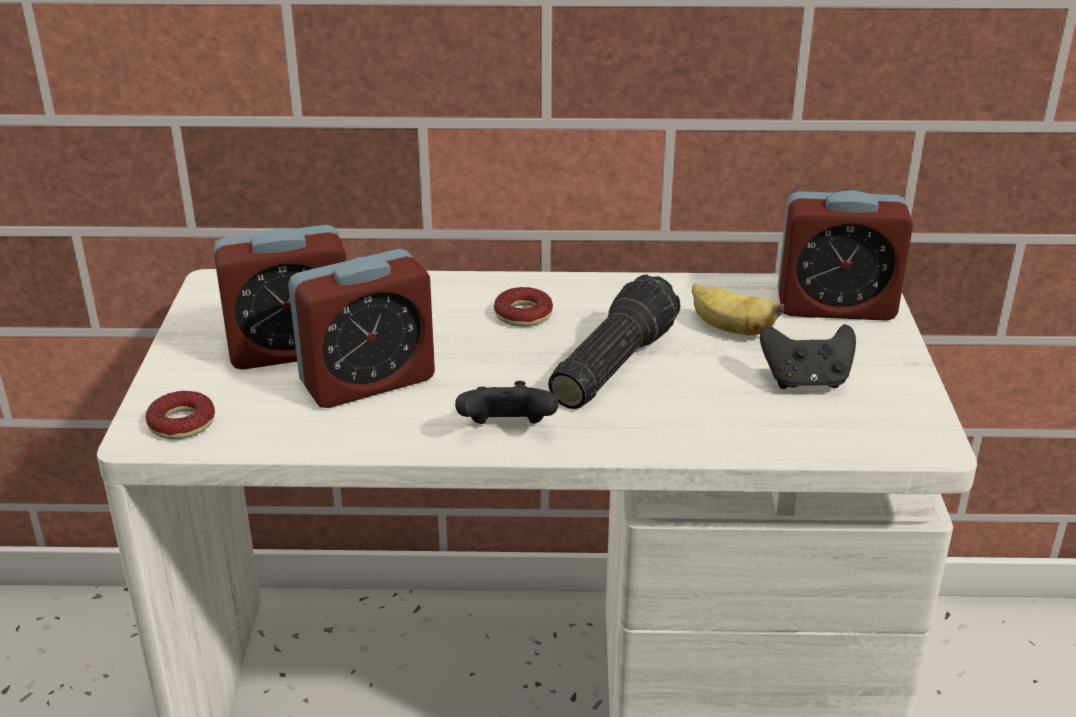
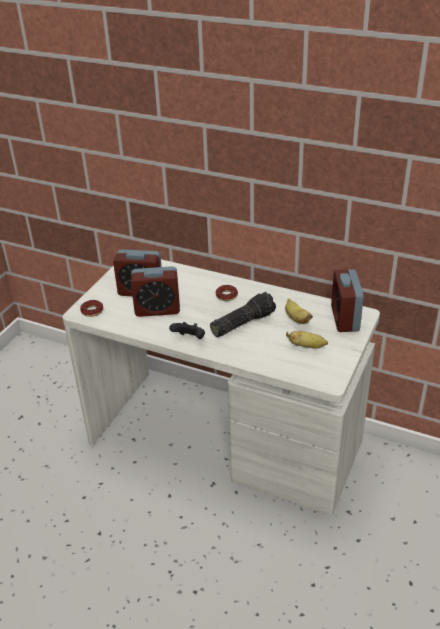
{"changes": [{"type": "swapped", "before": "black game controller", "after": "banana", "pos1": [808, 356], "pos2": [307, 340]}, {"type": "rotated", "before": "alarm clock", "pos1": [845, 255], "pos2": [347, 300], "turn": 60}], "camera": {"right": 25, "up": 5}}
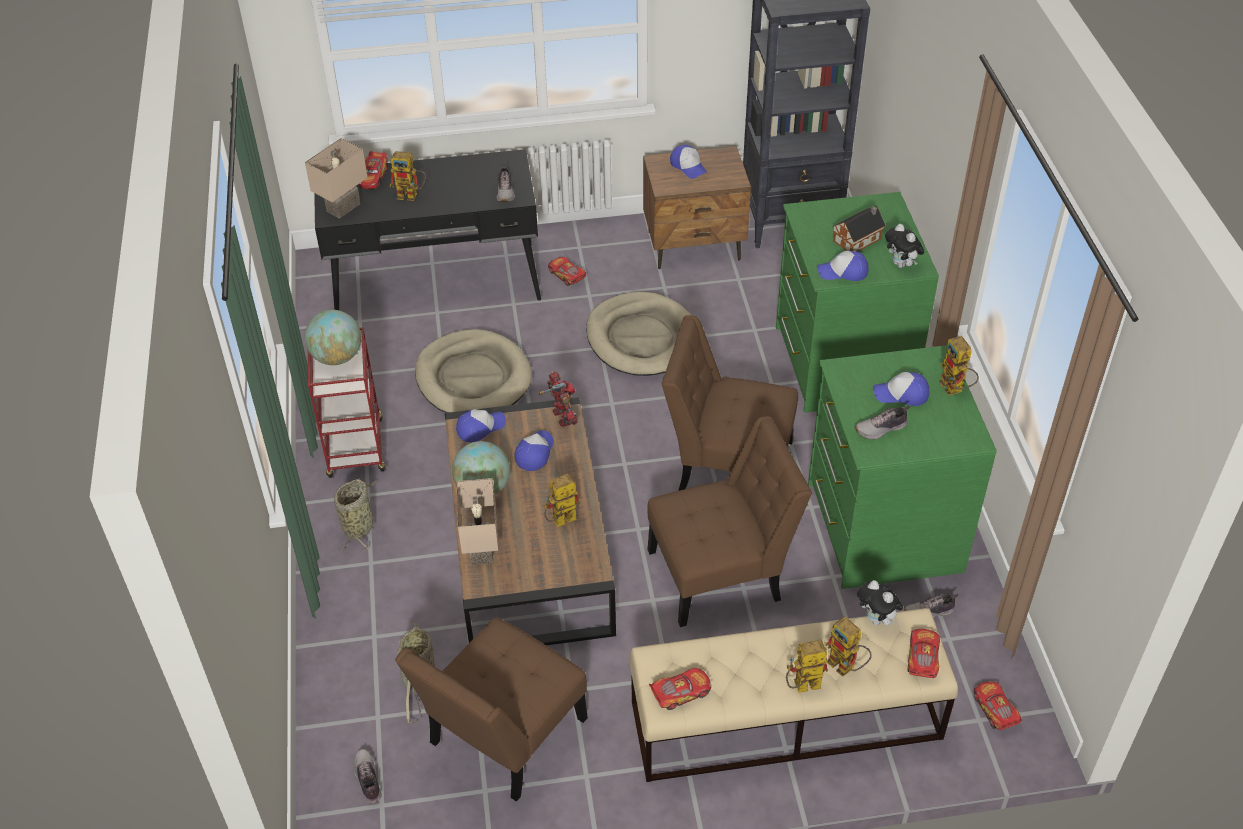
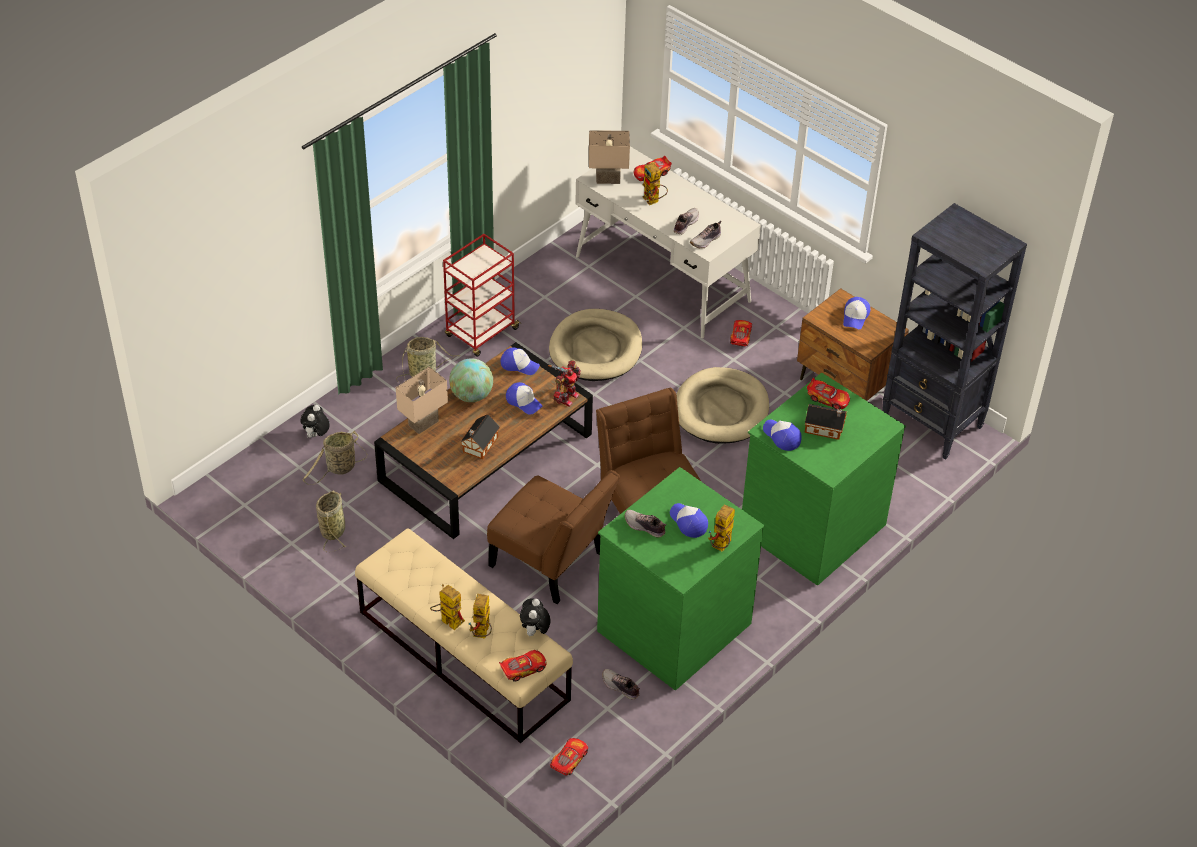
{"changes": [{"type": "gone", "before": "globe", "pos1": [333, 337]}, {"type": "shifted", "before": "shoe", "pos1": [367, 776], "pos2": [686, 221]}, {"type": "shifted", "before": "toy car", "pos1": [680, 689], "pos2": [828, 394]}, {"type": "shifted", "before": "plush toy", "pos1": [904, 246], "pos2": [315, 421]}, {"type": "swapped", "before": "brown chair", "after": "basket", "pos1": [491, 709], "pos2": [331, 521]}, {"type": "swapped", "before": "toy robot", "after": "toy house", "pos1": [561, 500], "pos2": [480, 436]}, {"type": "repainted", "before": "black desk", "after": "white desk", "pos1": [427, 229], "pos2": [668, 242]}, {"type": "rotated", "before": "cap", "pos1": [534, 450], "pos2": [524, 398], "turn": 60}], "camera": {"right": 50, "up": 0}}
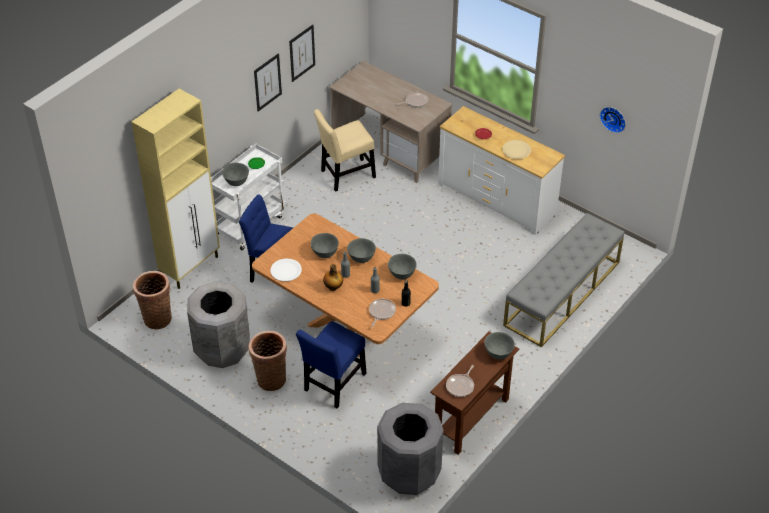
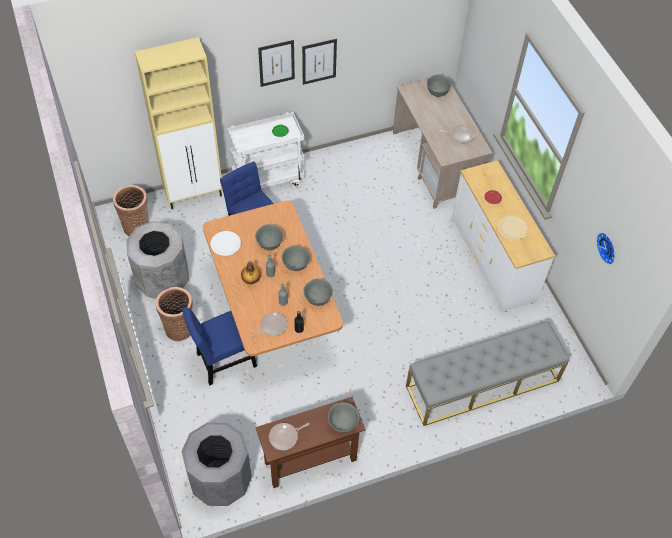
{"changes": [{"type": "gone", "before": "beige chair", "pos1": [345, 150]}, {"type": "shifted", "before": "grey bowl", "pos1": [235, 174], "pos2": [439, 85]}, {"type": "shifted", "before": "picture", "pos1": [302, 53], "pos2": [276, 63]}], "camera": {"right": 30, "up": 10}}
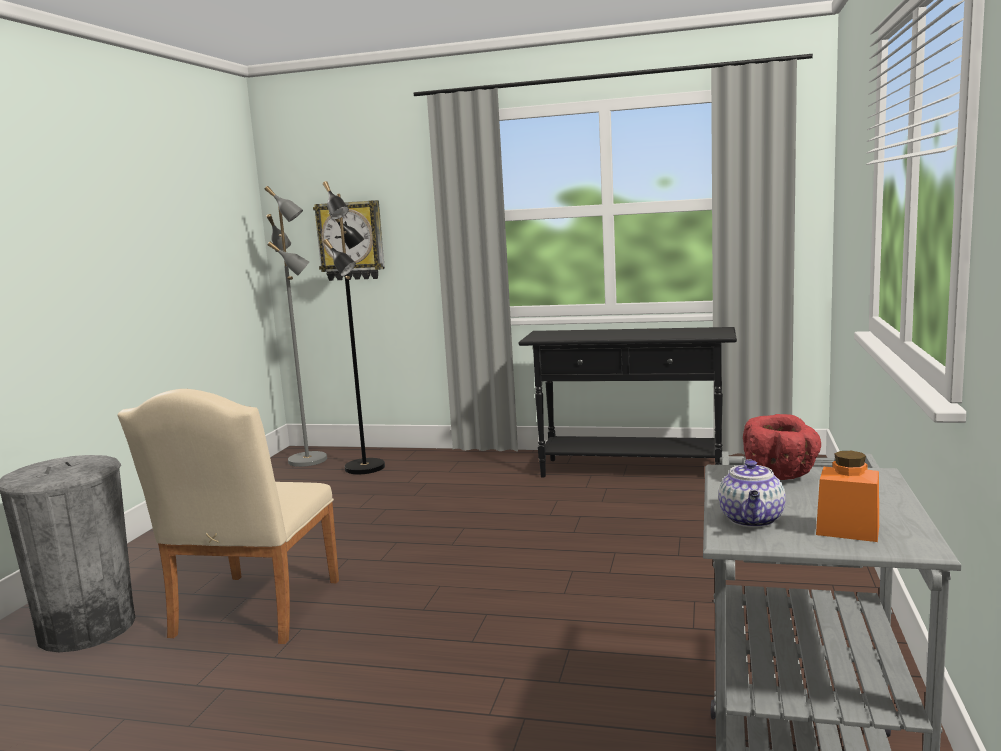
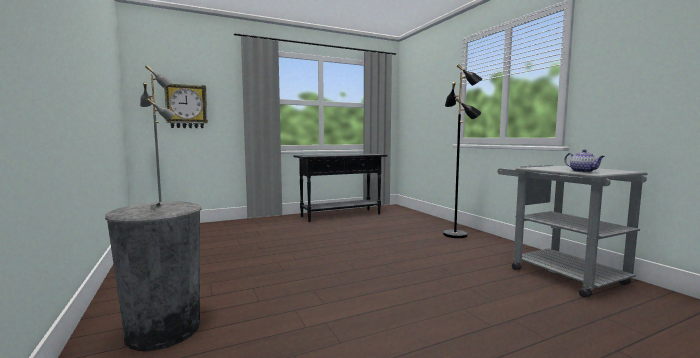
{"changes": [{"type": "gone", "before": "beige chair", "pos1": [228, 516]}, {"type": "gone", "before": "red bowl", "pos1": [782, 447]}, {"type": "gone", "before": "orange jar", "pos1": [847, 496]}, {"type": "shifted", "before": "black floor lamp", "pos1": [354, 327], "pos2": [462, 151]}], "camera": {"right": -40, "up": -5}}
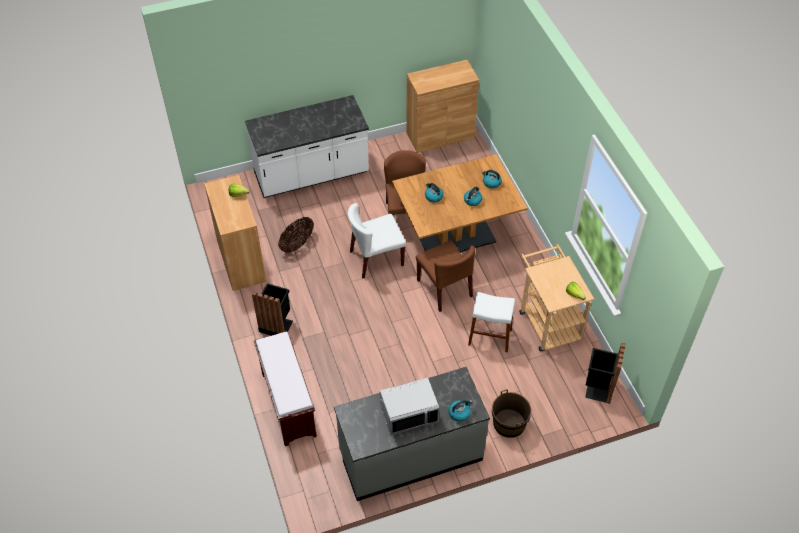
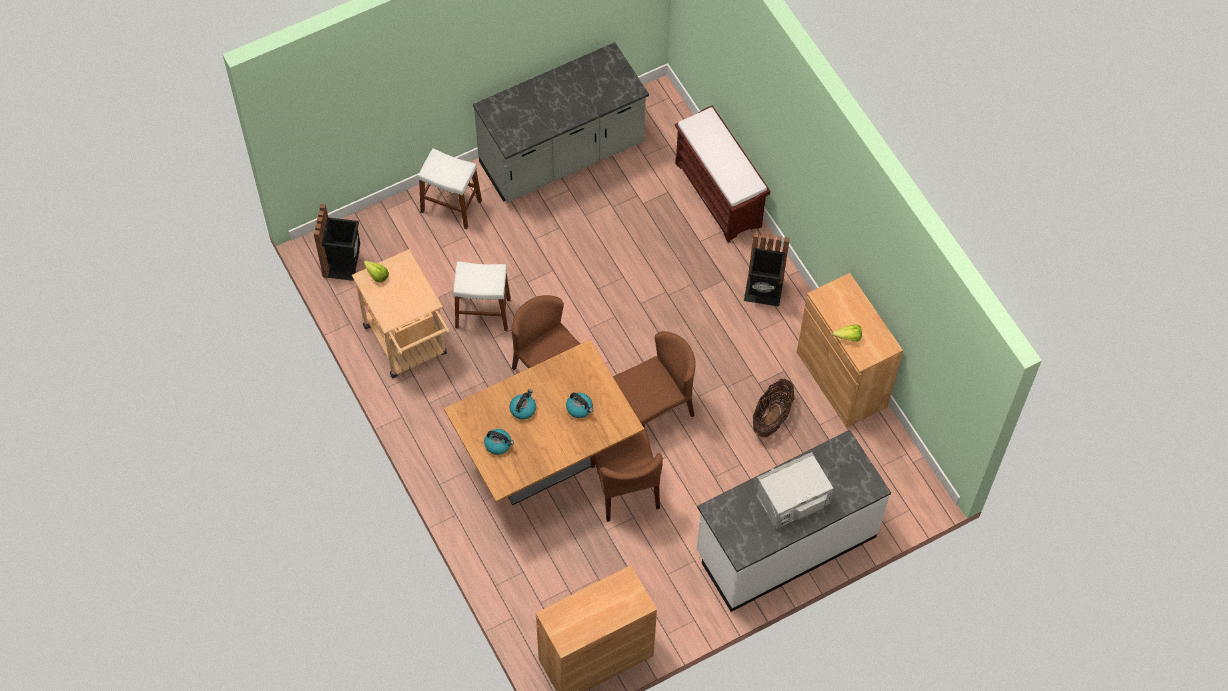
{"changes": [{"type": "gone", "before": "kettle", "pos1": [460, 410]}, {"type": "shifted", "before": "grey microwave", "pos1": [409, 407], "pos2": [794, 490]}, {"type": "swapped", "before": "brown bucket", "after": "white stool", "pos1": [511, 413], "pos2": [450, 189]}, {"type": "repainted", "before": "white chair", "after": "brown chair", "pos1": [377, 240], "pos2": [654, 379]}], "camera": {"right": 170, "up": 10}}
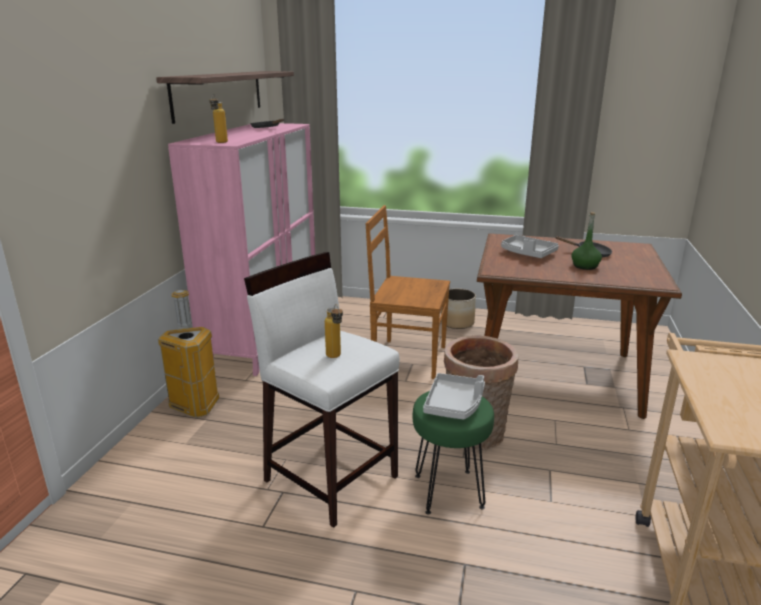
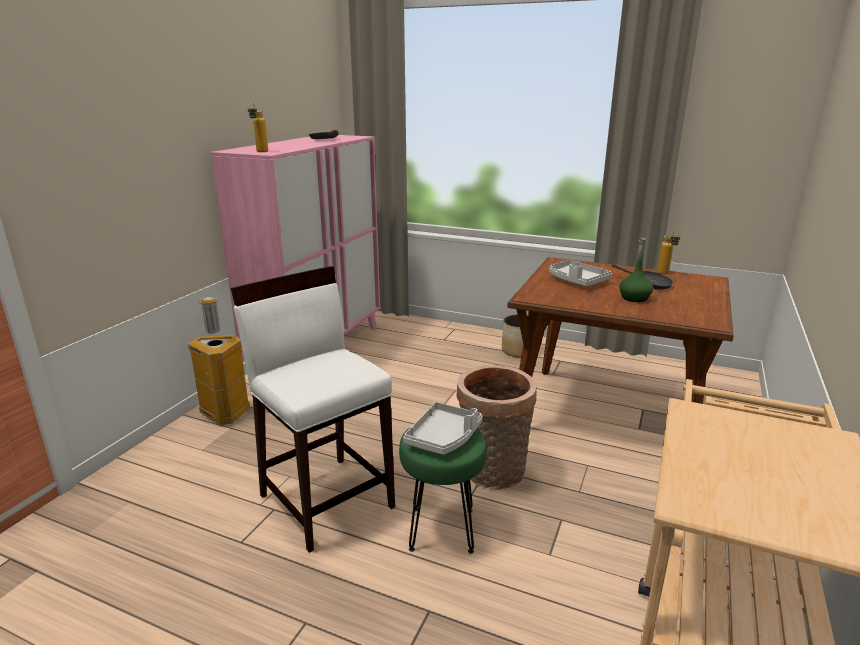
{"changes": [{"type": "gone", "before": "shelf", "pos1": [225, 97]}, {"type": "gone", "before": "brown chair", "pos1": [407, 292]}, {"type": "shifted", "before": "bottle", "pos1": [334, 331], "pos2": [668, 252]}], "camera": {"right": 10, "up": 0}}
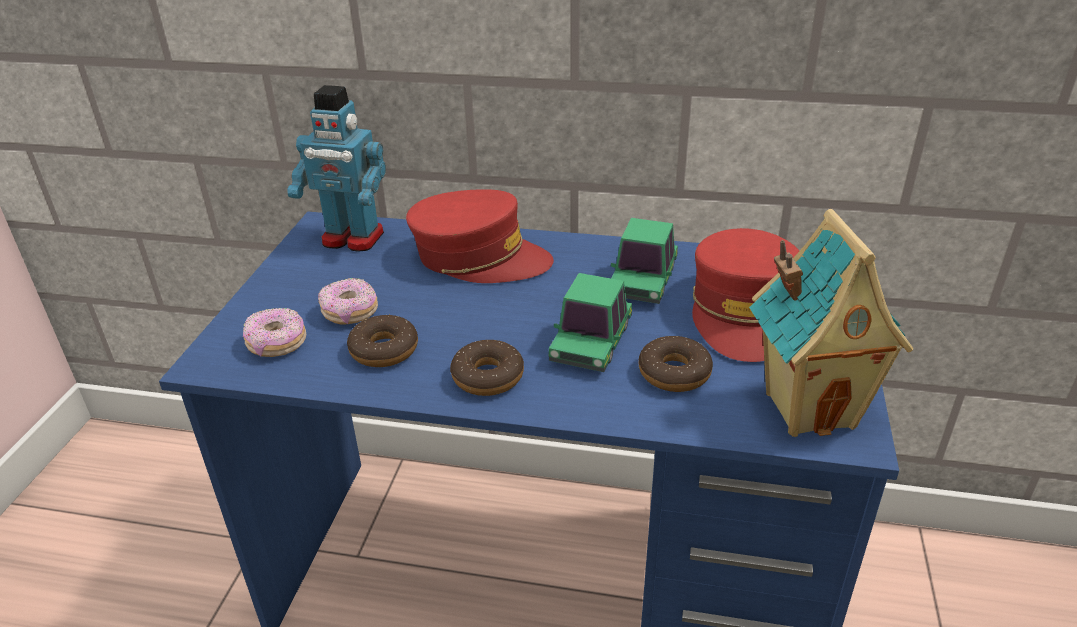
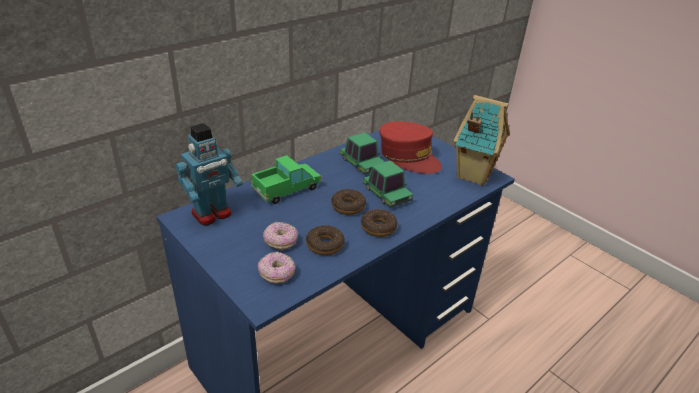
{"changes": [{"type": "shifted", "before": "donut", "pos1": [675, 364], "pos2": [348, 202]}, {"type": "swapped", "before": "red cap", "after": "toy truck", "pos1": [480, 236], "pos2": [286, 179]}], "camera": {"right": -55, "up": 0}}
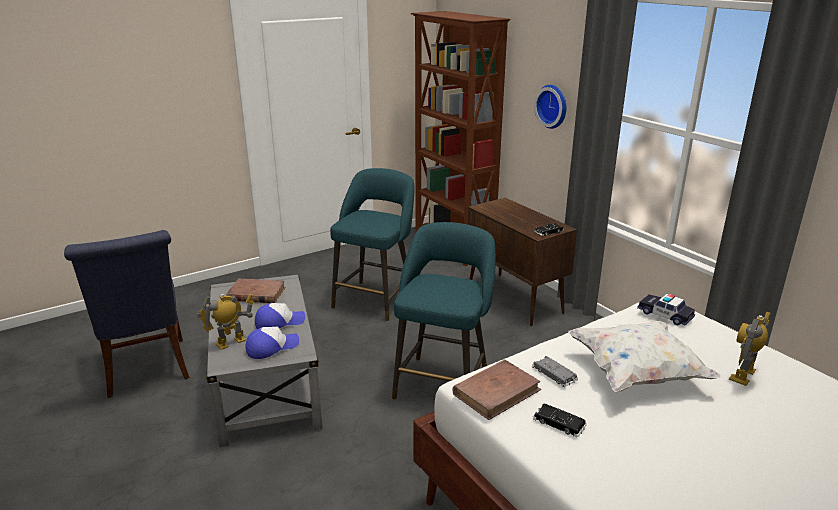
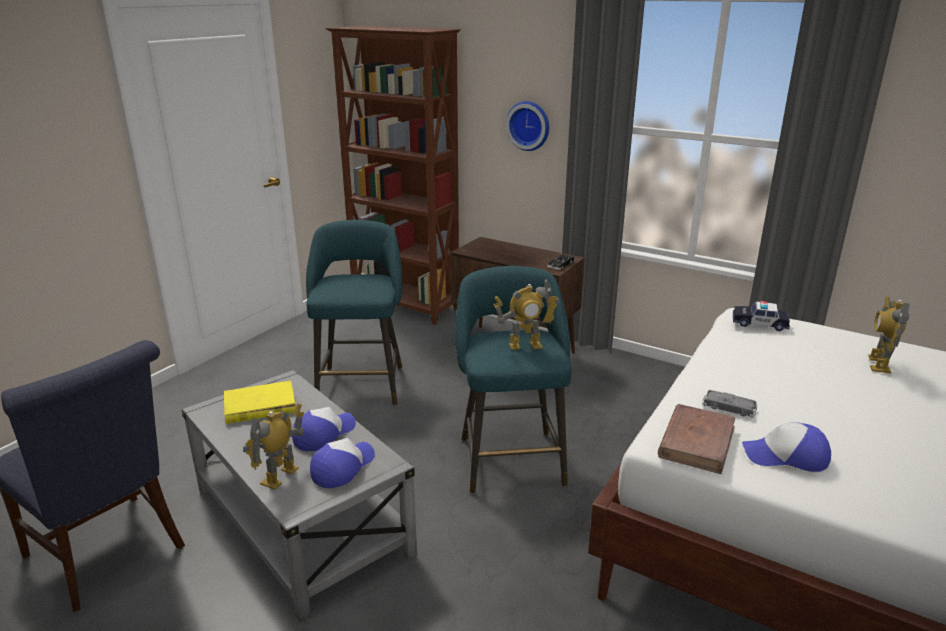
{"changes": [{"type": "gone", "before": "white pillow", "pos1": [644, 356]}, {"type": "new", "after": "toy robot", "pos2": [527, 314]}, {"type": "swapped", "before": "black toy car", "after": "cap", "pos1": [560, 420], "pos2": [786, 447]}, {"type": "repainted", "before": "brown book", "after": "yellow book", "pos1": [255, 290], "pos2": [260, 402]}], "camera": {"right": -25, "up": 0}}
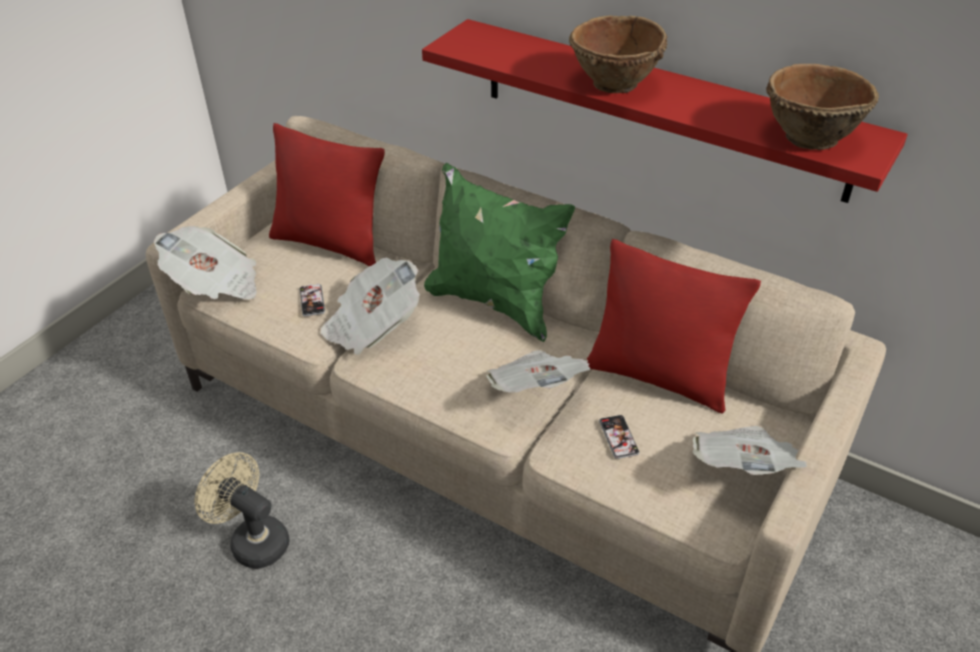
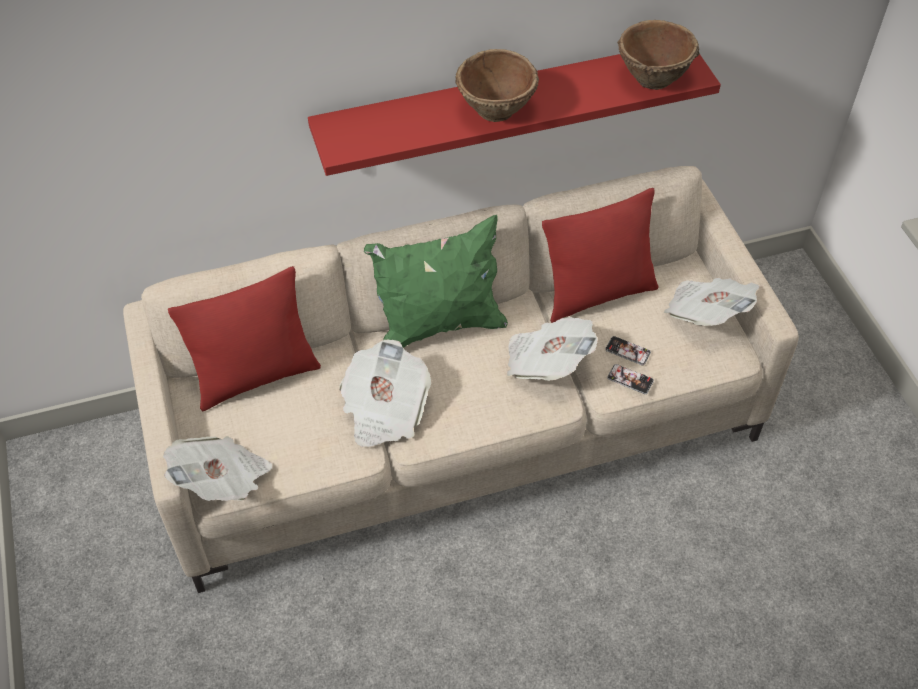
{"changes": [{"type": "gone", "before": "beige fan", "pos1": [242, 510]}, {"type": "shifted", "before": "phone", "pos1": [312, 300], "pos2": [630, 379]}], "camera": {"right": -50, "up": 10}}
